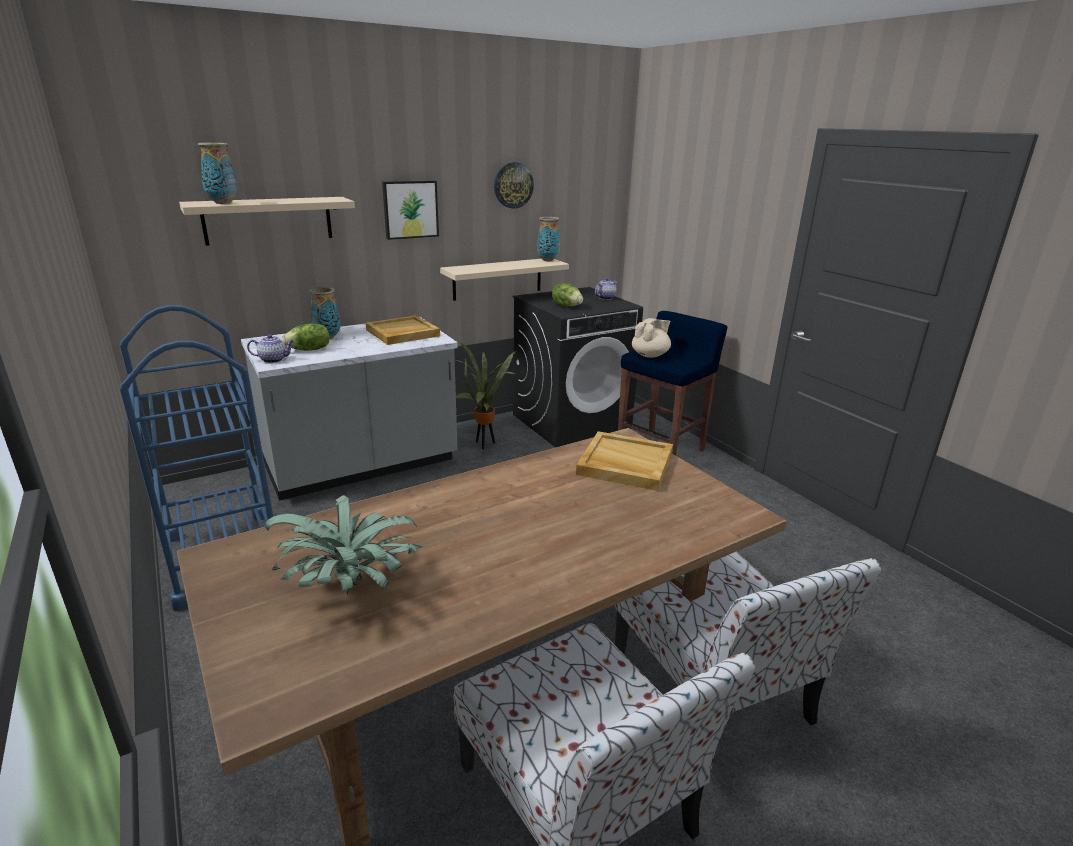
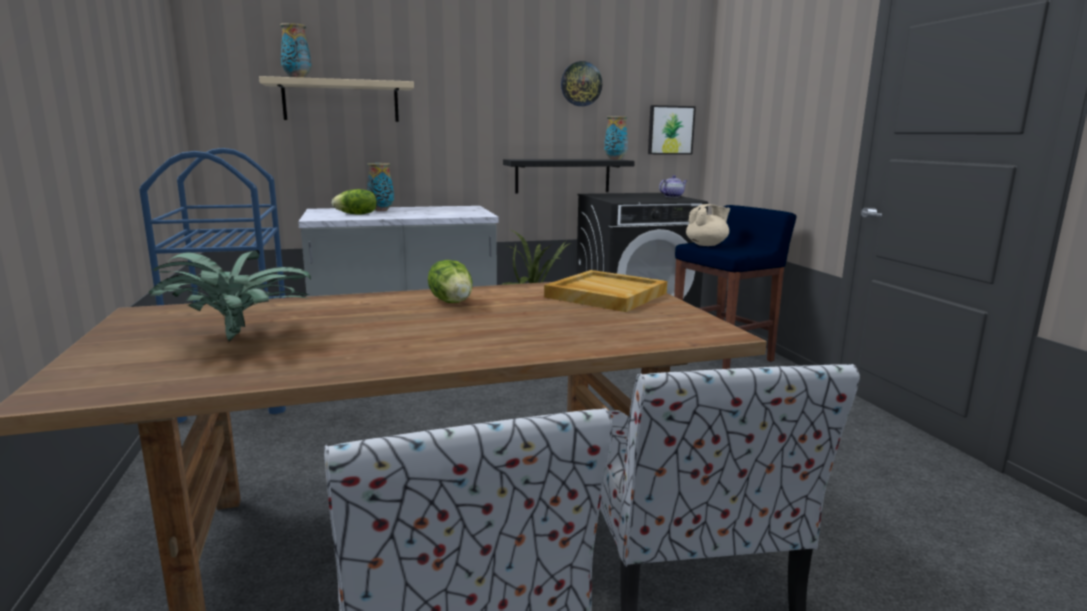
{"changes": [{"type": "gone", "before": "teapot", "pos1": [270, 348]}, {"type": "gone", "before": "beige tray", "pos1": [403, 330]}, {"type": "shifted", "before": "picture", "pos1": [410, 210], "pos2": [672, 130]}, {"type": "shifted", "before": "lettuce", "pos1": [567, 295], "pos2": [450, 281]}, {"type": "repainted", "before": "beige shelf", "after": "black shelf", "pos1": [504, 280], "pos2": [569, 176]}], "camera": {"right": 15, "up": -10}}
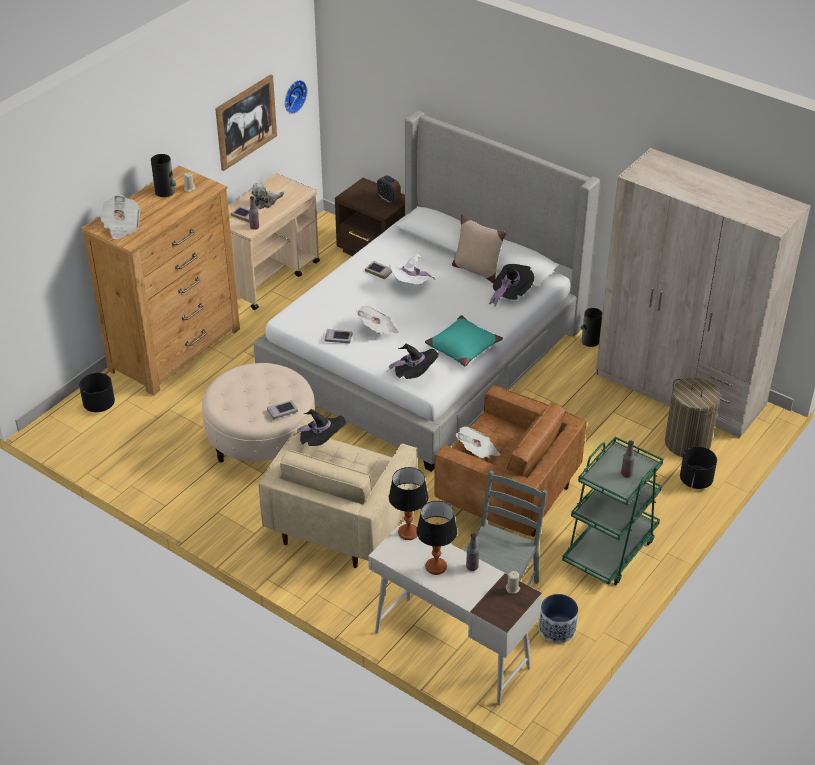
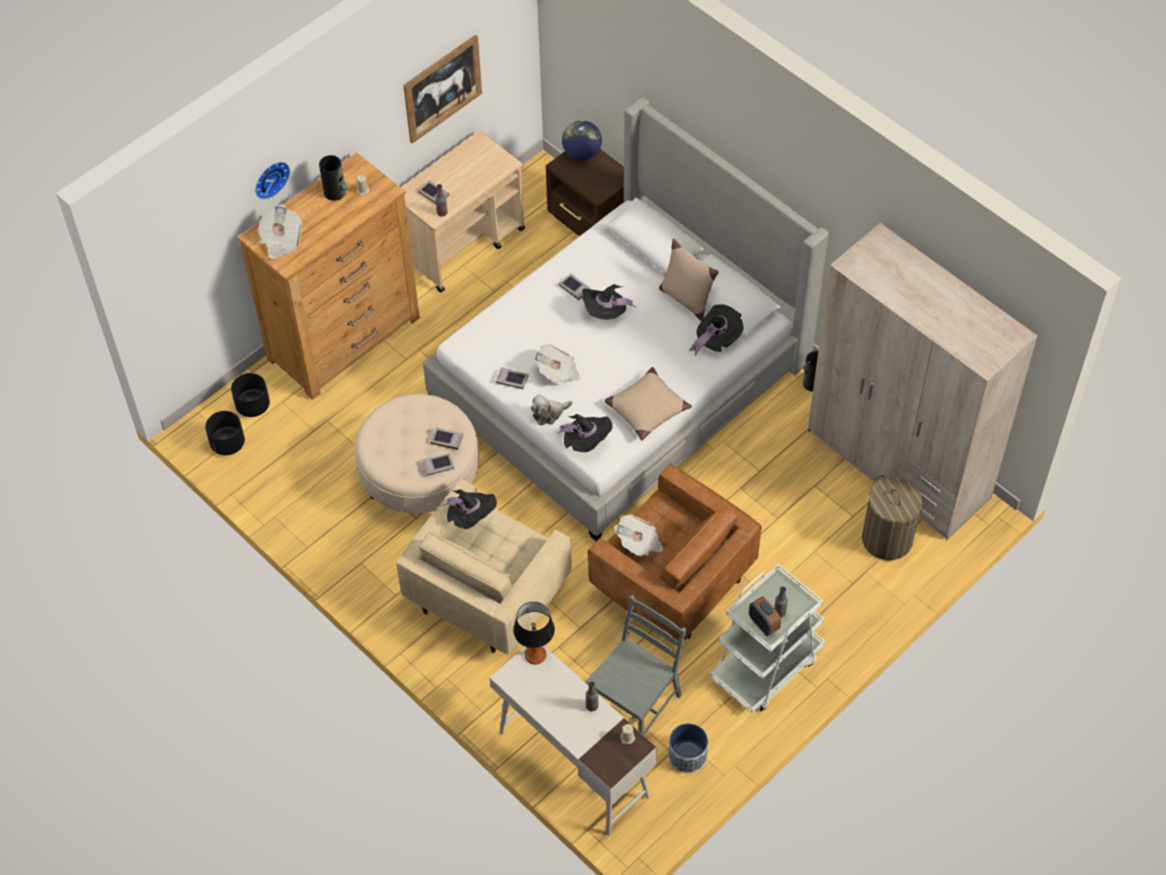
{"changes": [{"type": "gone", "before": "table lamp", "pos1": [436, 538]}, {"type": "new", "after": "book", "pos2": [446, 438]}, {"type": "new", "after": "globe", "pos2": [582, 140]}, {"type": "shifted", "before": "plush toy", "pos1": [267, 196], "pos2": [552, 410]}, {"type": "shifted", "before": "wall clock", "pos1": [296, 97], "pos2": [272, 181]}, {"type": "shifted", "before": "alarm clock", "pos1": [389, 189], "pos2": [765, 616]}, {"type": "shifted", "before": "black planter", "pos1": [698, 468], "pos2": [225, 433]}, {"type": "repainted", "before": "white hat", "after": "black hat", "pos1": [411, 269], "pos2": [608, 302]}, {"type": "repainted", "before": "turquoise pillow", "after": "beige pillow", "pos1": [464, 341], "pos2": [648, 403]}, {"type": "repainted", "before": "green cart", "after": "white cart", "pos1": [612, 511], "pos2": [767, 638]}], "camera": {"right": 10, "up": 15}}
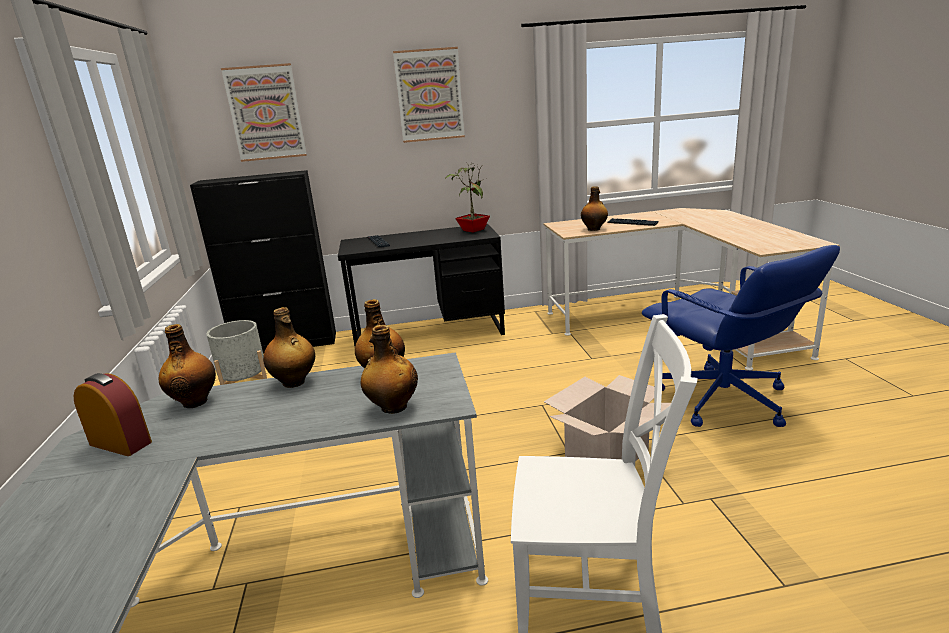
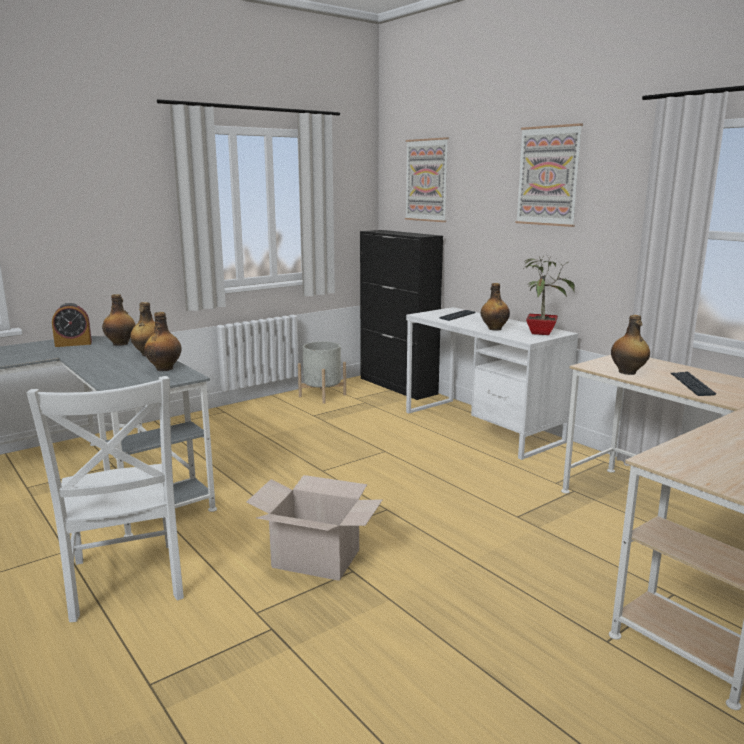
{"changes": [{"type": "gone", "before": "blue office chair", "pos1": [741, 336]}, {"type": "shifted", "before": "bottle", "pos1": [389, 369], "pos2": [495, 307]}, {"type": "repainted", "before": "black desk", "after": "white desk", "pos1": [421, 285], "pos2": [492, 383]}, {"type": "rotated", "before": "alarm clock", "pos1": [113, 414], "pos2": [72, 325], "turn": 75}], "camera": {"right": 60, "up": -5}}
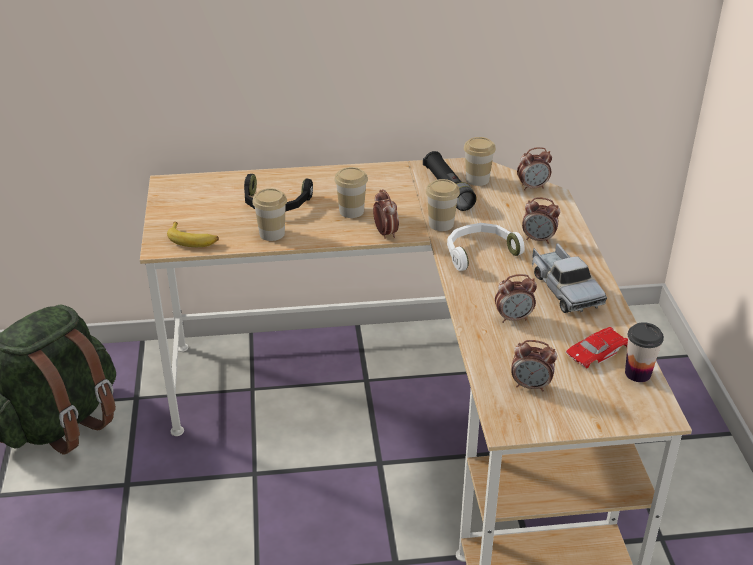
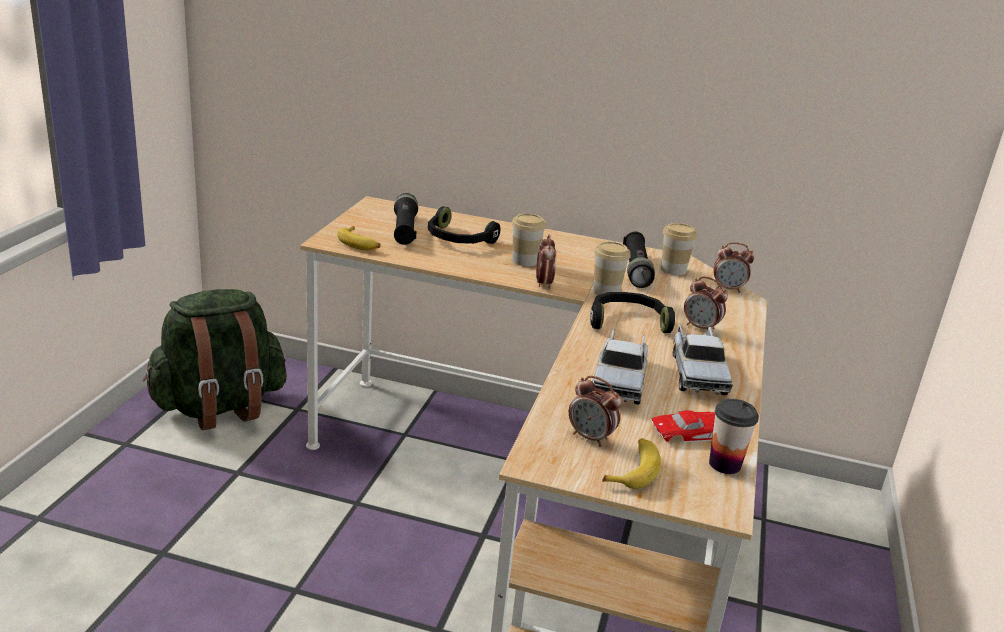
{"changes": [{"type": "gone", "before": "cup", "pos1": [269, 214]}, {"type": "new", "after": "black flashlight", "pos2": [406, 219]}, {"type": "new", "after": "banana", "pos2": [631, 463]}, {"type": "swapped", "before": "alarm clock", "after": "toy truck", "pos1": [516, 298], "pos2": [620, 367]}, {"type": "repainted", "before": "white headphones", "after": "black headphones", "pos1": [485, 247], "pos2": [632, 312]}], "camera": {"right": 20, "up": -10}}
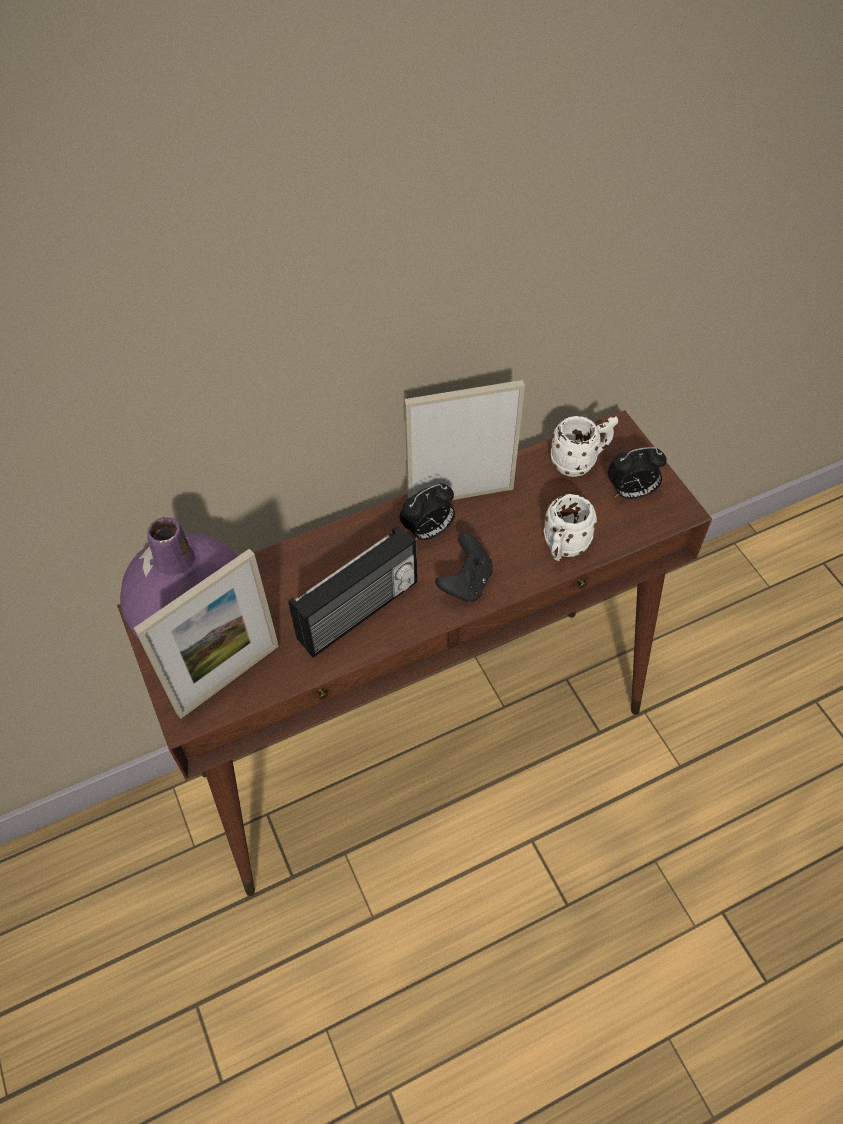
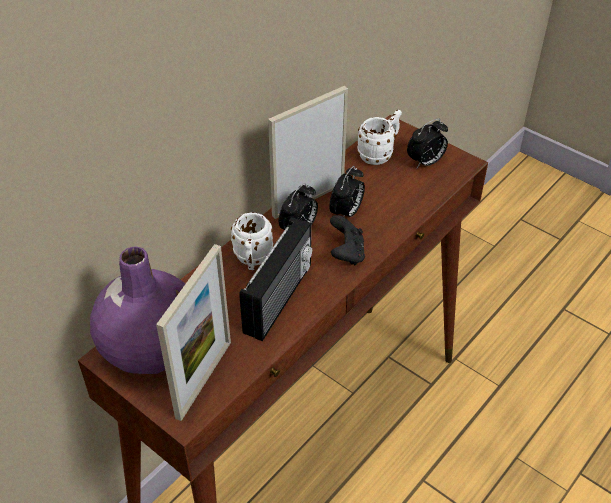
{"changes": [{"type": "new", "after": "alarm clock", "pos2": [347, 191]}, {"type": "shifted", "before": "white mug", "pos1": [570, 527], "pos2": [252, 241]}], "camera": {"right": -25, "up": -10}}
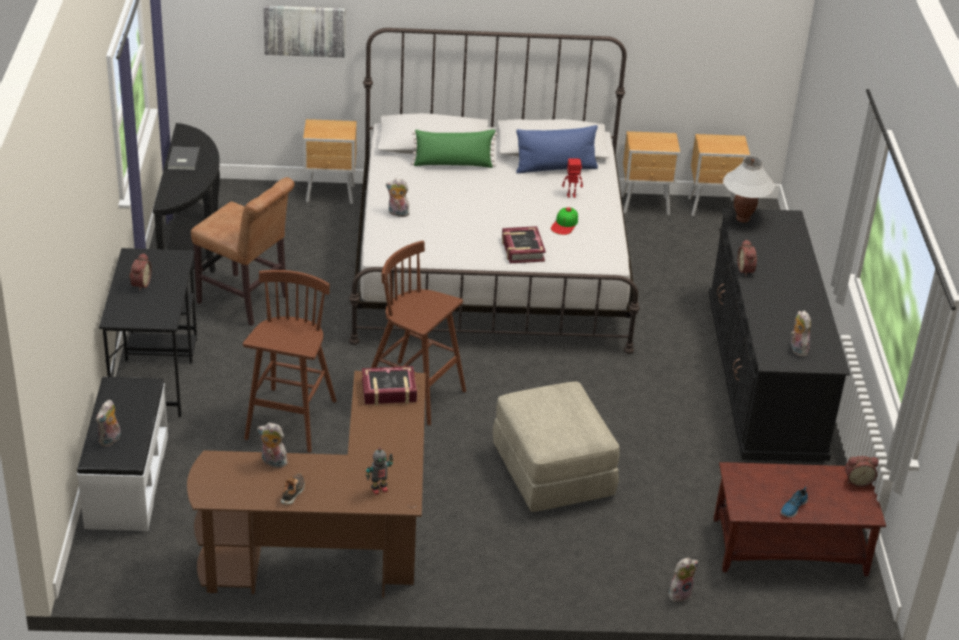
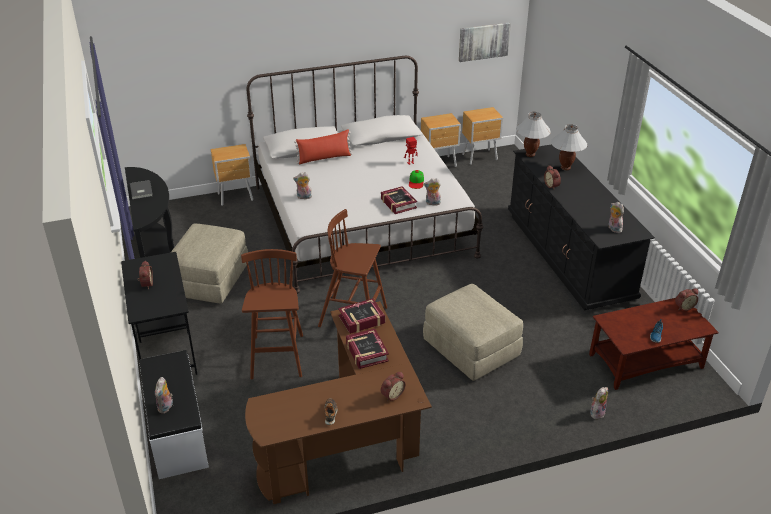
{"changes": [{"type": "gone", "before": "blue pillow", "pos1": [557, 149]}, {"type": "new", "after": "book", "pos2": [367, 349]}, {"type": "new", "after": "white table lamp", "pos2": [569, 147]}, {"type": "shifted", "before": "plush toy", "pos1": [272, 445], "pos2": [432, 192]}, {"type": "shifted", "before": "picture", "pos1": [304, 31], "pos2": [485, 42]}, {"type": "swapped", "before": "brown chair", "after": "beige ottoman", "pos1": [243, 251], "pos2": [209, 263]}, {"type": "swapped", "before": "toy robot", "after": "alarm clock", "pos1": [379, 471], "pos2": [393, 386]}, {"type": "repainted", "before": "green pillow", "after": "red pillow", "pos1": [454, 148], "pos2": [323, 147]}], "camera": {"right": -15, "up": 0}}
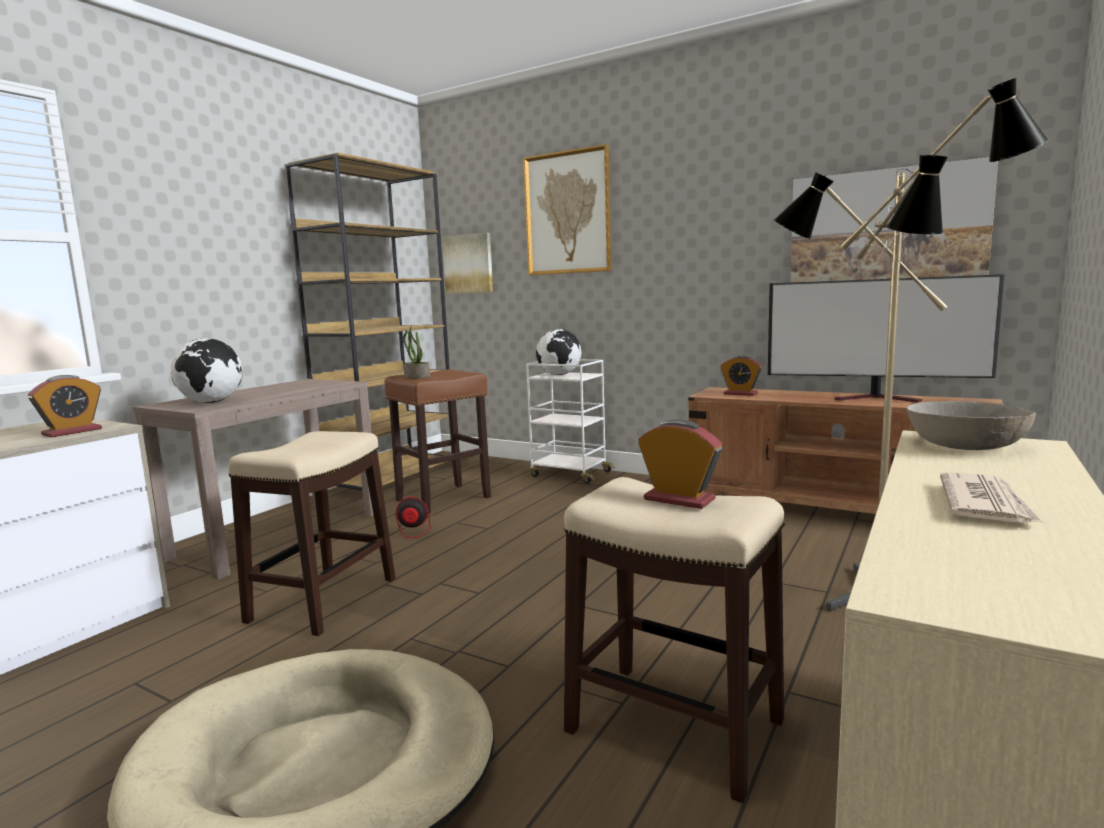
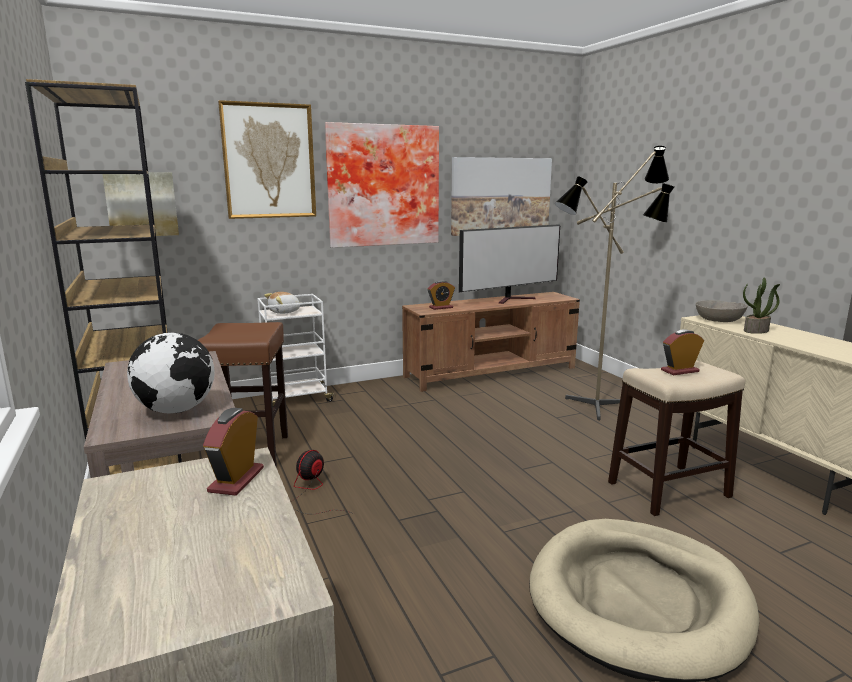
{"changes": [{"type": "gone", "before": "stool", "pos1": [312, 533]}, {"type": "gone", "before": "newspaper", "pos1": [991, 497]}, {"type": "new", "after": "picture", "pos2": [382, 185]}, {"type": "shifted", "before": "potted plant", "pos1": [416, 351], "pos2": [761, 305]}, {"type": "swapped", "before": "globe", "after": "plush toy", "pos1": [559, 352], "pos2": [282, 303]}, {"type": "rotated", "before": "alarm clock", "pos1": [65, 406], "pos2": [233, 452], "turn": -150}], "camera": {"right": -55, "up": 5}}
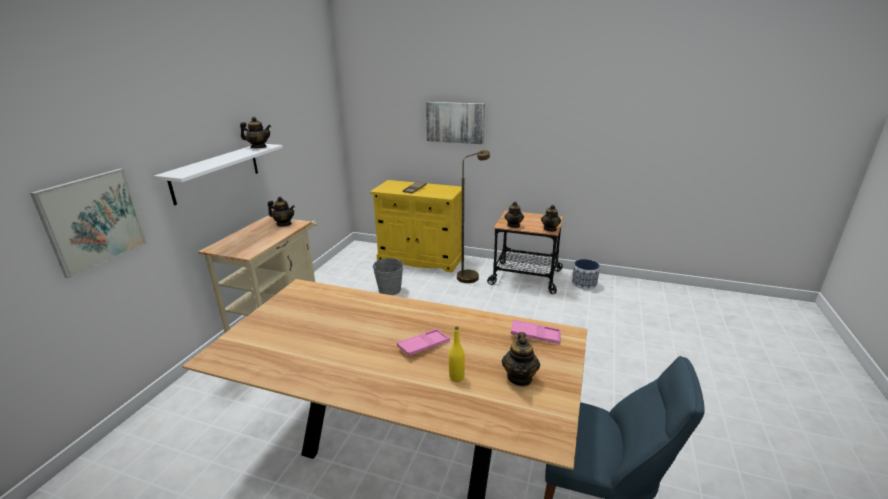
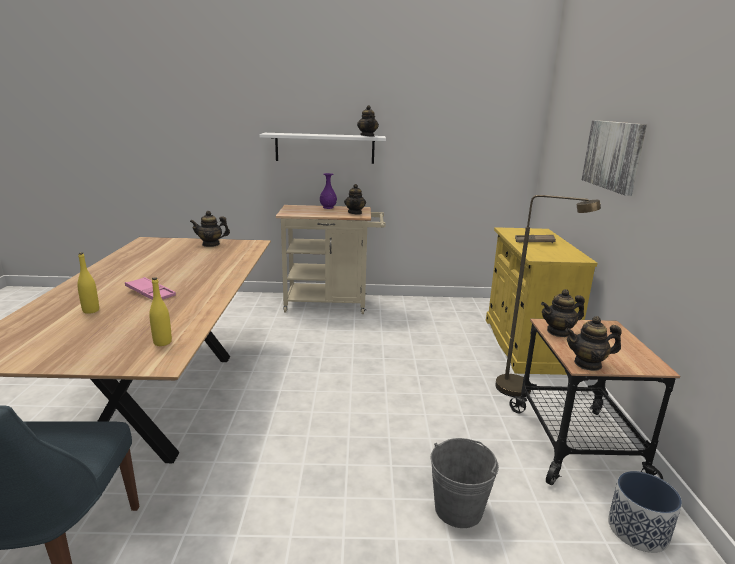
{"changes": [{"type": "gone", "before": "picture", "pos1": [88, 223]}, {"type": "new", "after": "purple vase", "pos2": [328, 191]}, {"type": "shifted", "before": "grey bucket", "pos1": [388, 276], "pos2": [465, 483]}, {"type": "shifted", "before": "teapot", "pos1": [521, 359], "pos2": [210, 229]}, {"type": "swapped", "before": "pink tray", "after": "yellow bottle", "pos1": [536, 332], "pos2": [160, 311]}], "camera": {"right": 70, "up": -5}}
